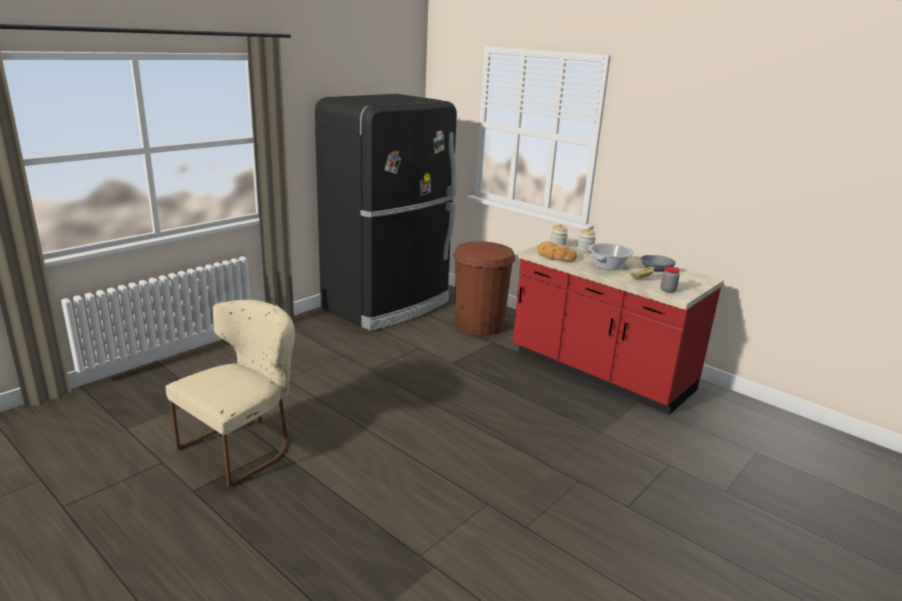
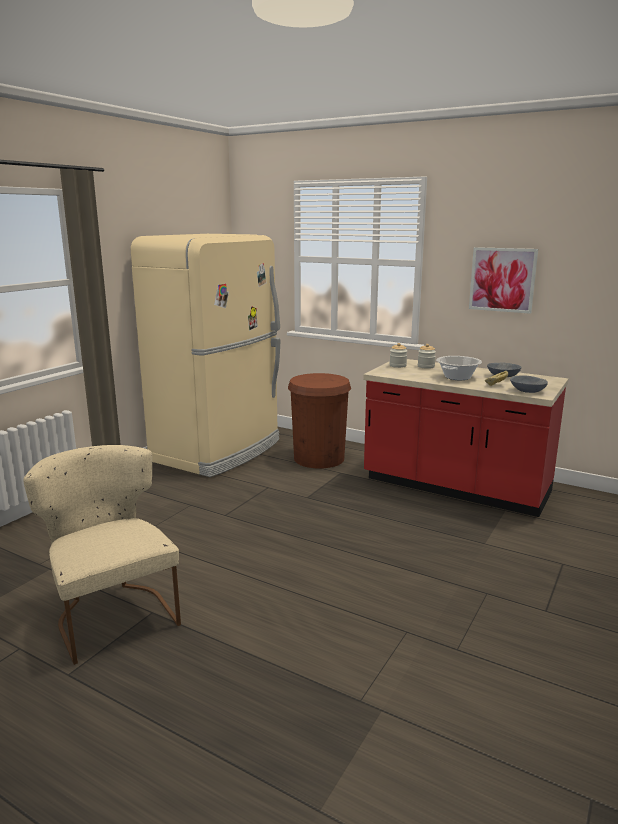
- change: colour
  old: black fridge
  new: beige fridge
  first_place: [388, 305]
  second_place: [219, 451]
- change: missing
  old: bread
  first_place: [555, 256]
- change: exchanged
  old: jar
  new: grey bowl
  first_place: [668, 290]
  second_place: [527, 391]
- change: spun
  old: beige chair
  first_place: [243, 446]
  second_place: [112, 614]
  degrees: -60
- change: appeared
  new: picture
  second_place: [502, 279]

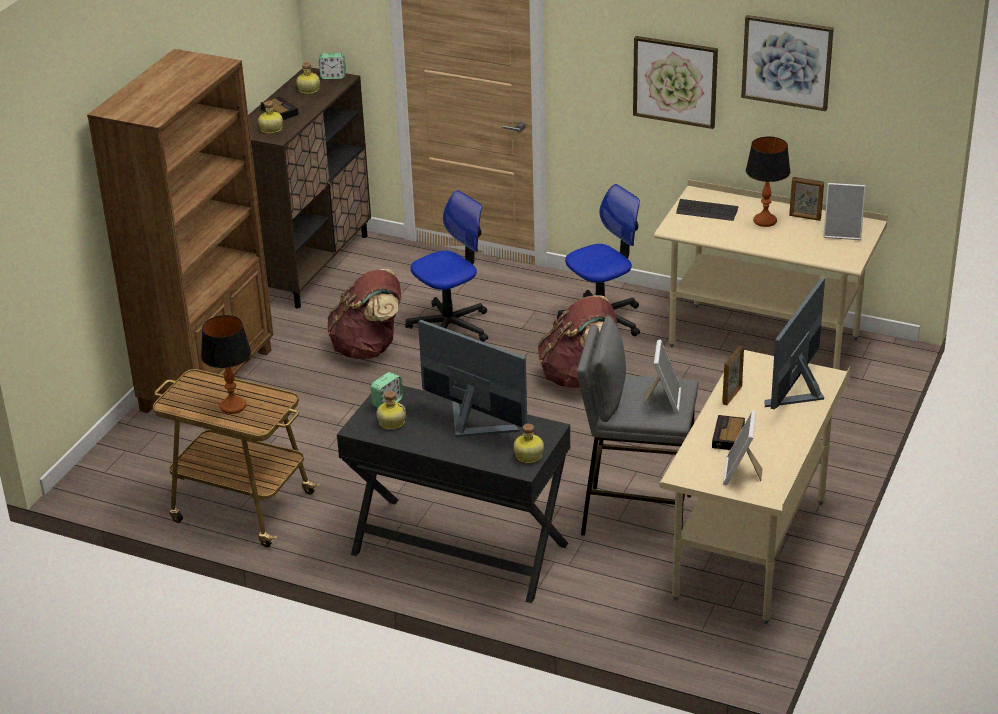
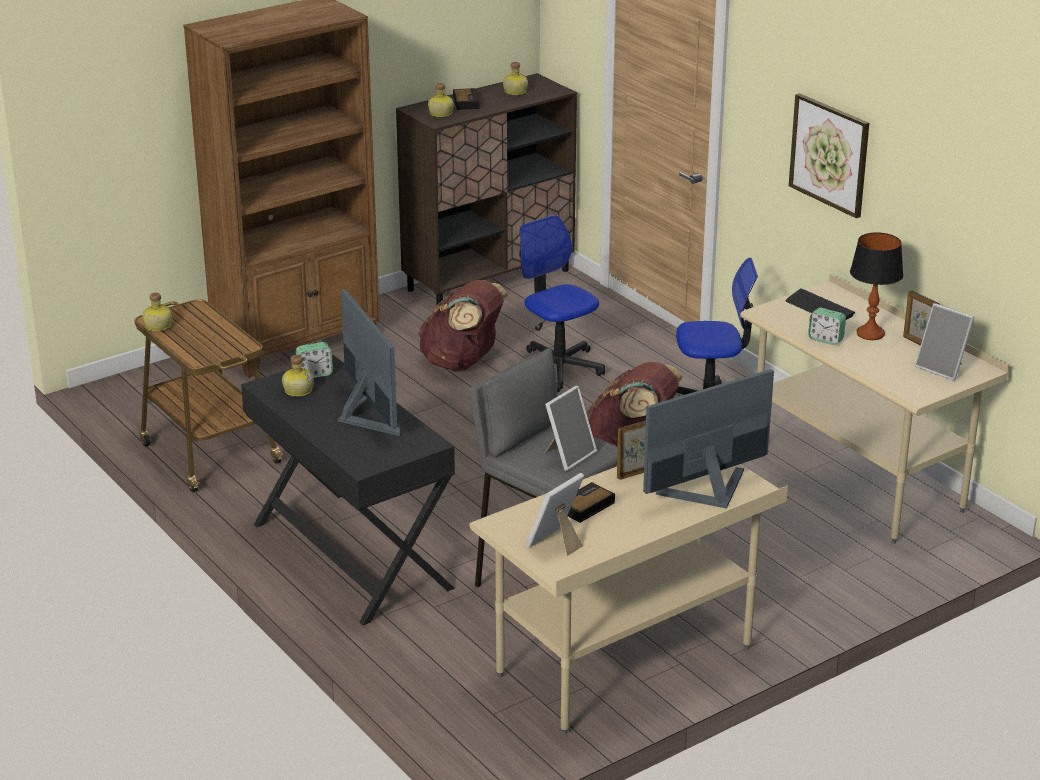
- change: missing
  old: picture
  first_place: [787, 62]
- change: relocated
  old: alarm clock
  first_place: [333, 76]
  second_place: [825, 339]
- change: spun
  old: office chair
  first_place: [450, 326]
  second_place: [557, 368]
  degrees: -120
- change: missing
  old: table lamp
  first_place: [232, 406]
- change: relocated
  old: bottle
  first_place: [528, 456]
  second_place: [157, 326]

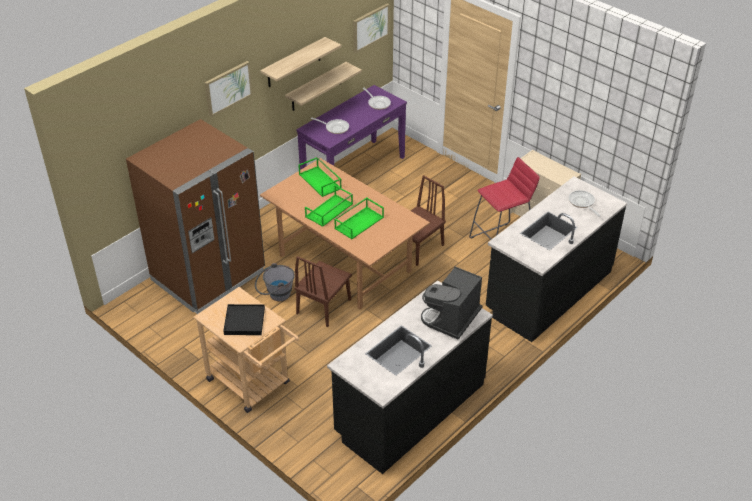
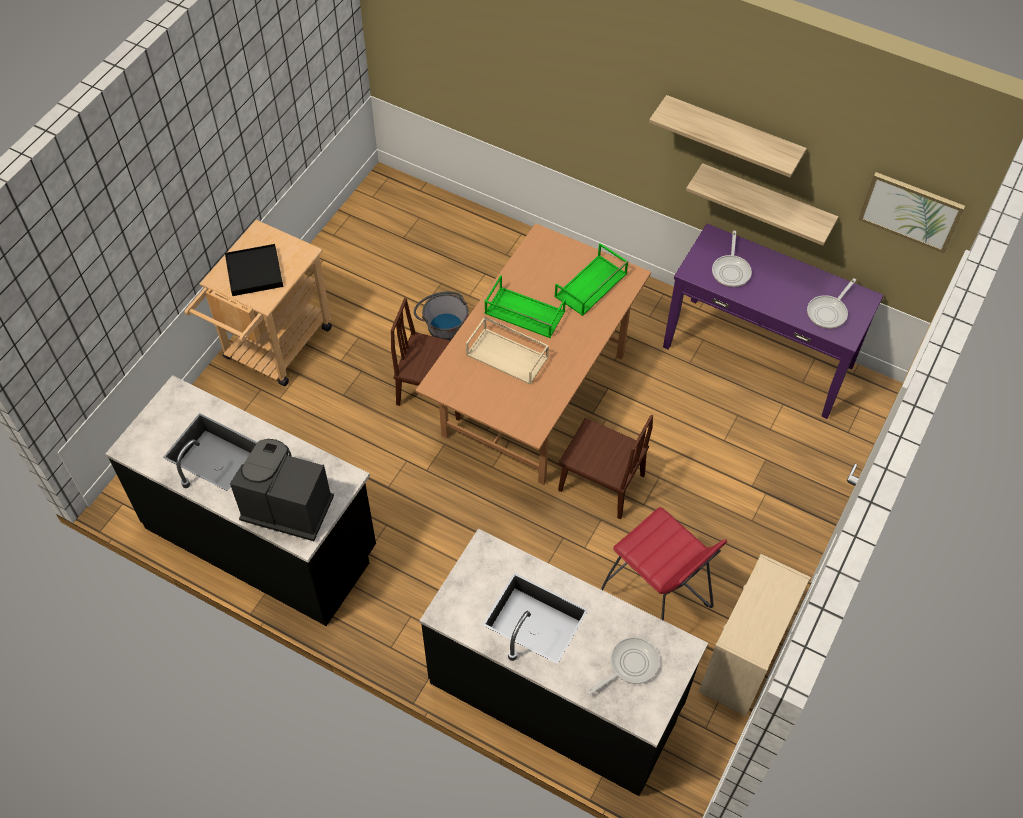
- change: missing
  old: picture
  first_place: [228, 88]
- change: missing
  old: brown fridge
  first_place: [208, 276]
- change: colour
  old: green tray
  new: beige tray
  first_place: [359, 222]
  second_place: [508, 356]

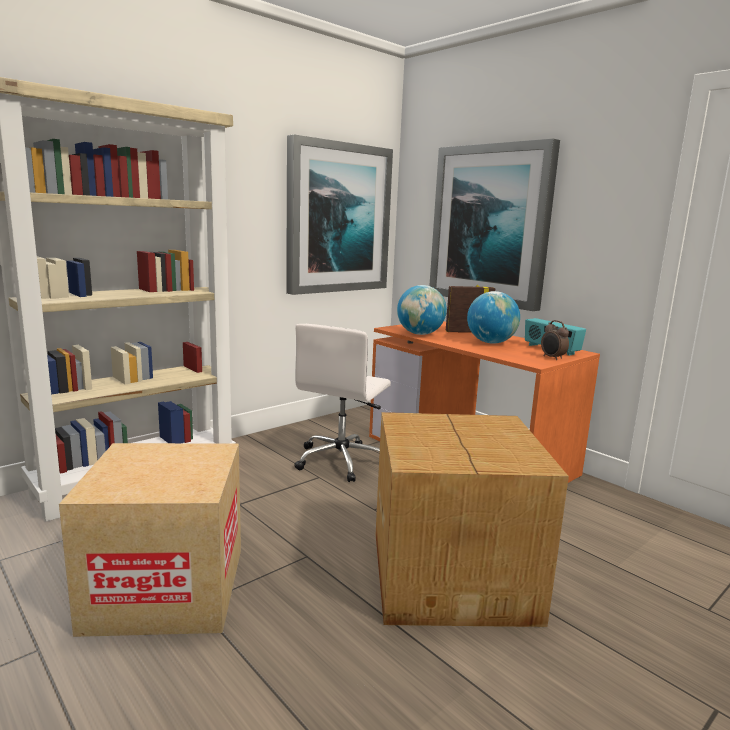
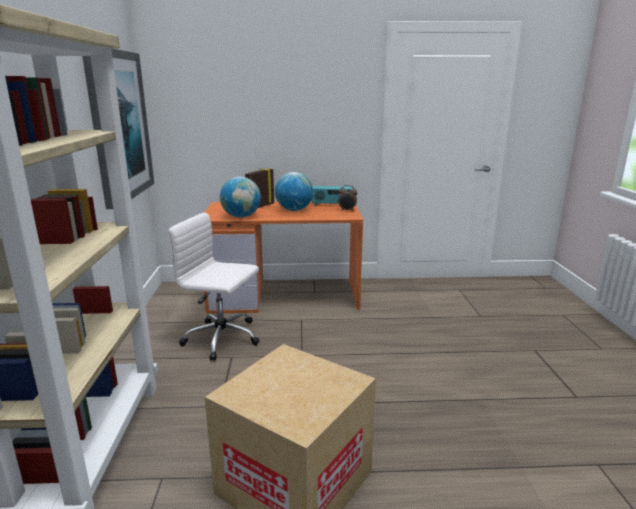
- change: missing
  old: picture
  first_place: [490, 225]
- change: spun
  old: white office chair
  first_place: [341, 461]
  second_place: [223, 338]
  degrees: 135
- change: missing
  old: cardboard box
  first_place: [453, 573]

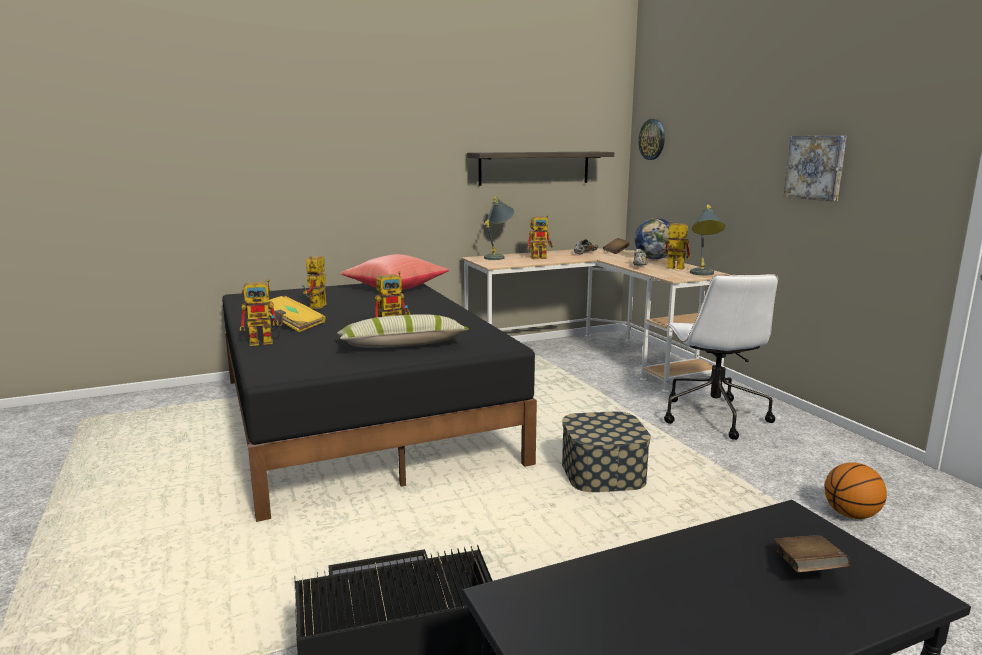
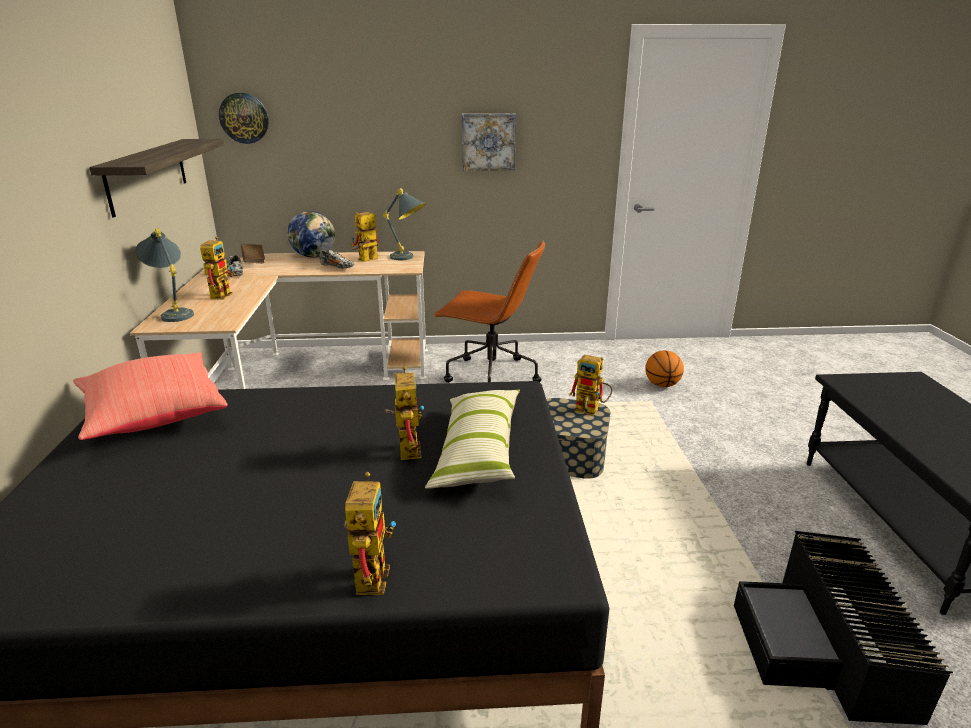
- change: relocated
  old: toy robot
  first_place: [318, 307]
  second_place: [592, 410]
- change: colour
  old: white office chair
  new: brown office chair
  first_place: [712, 416]
  second_place: [490, 376]
- change: missing
  old: yellow book
  first_place: [292, 325]
- change: missing
  old: brown book
  first_place: [807, 569]

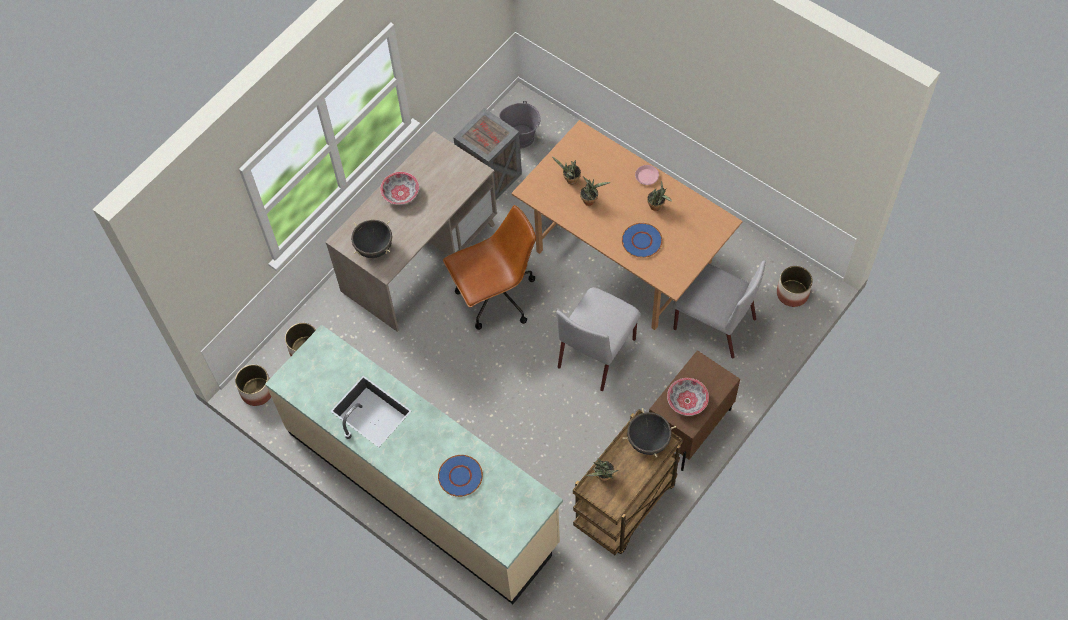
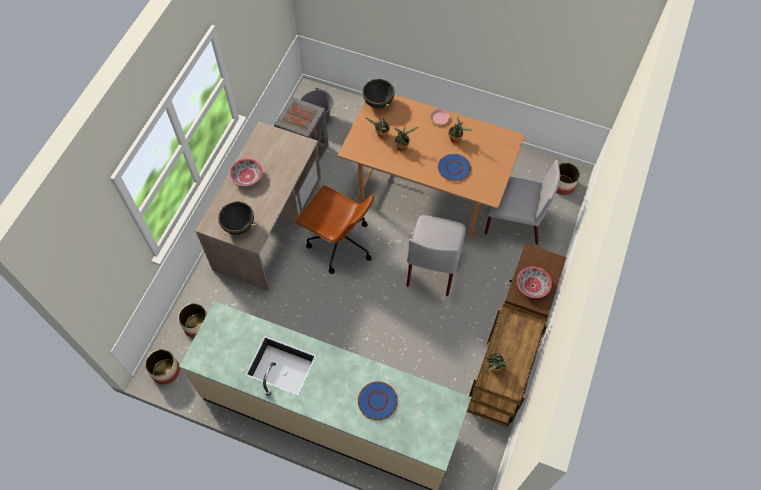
- change: spun
  old: brown office chair
  first_place: [495, 297]
  second_place: [339, 244]
  degrees: 75
- change: relocated
  old: black cooking pot
  first_place: [648, 441]
  second_place: [378, 102]

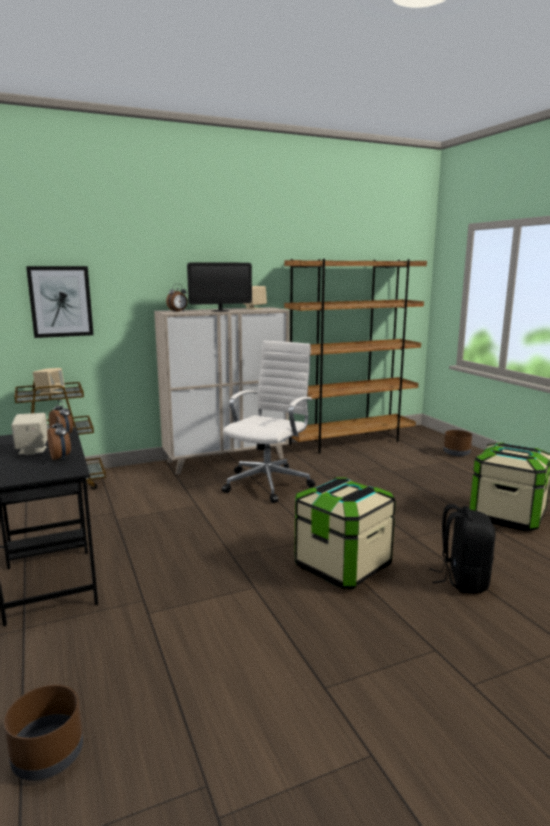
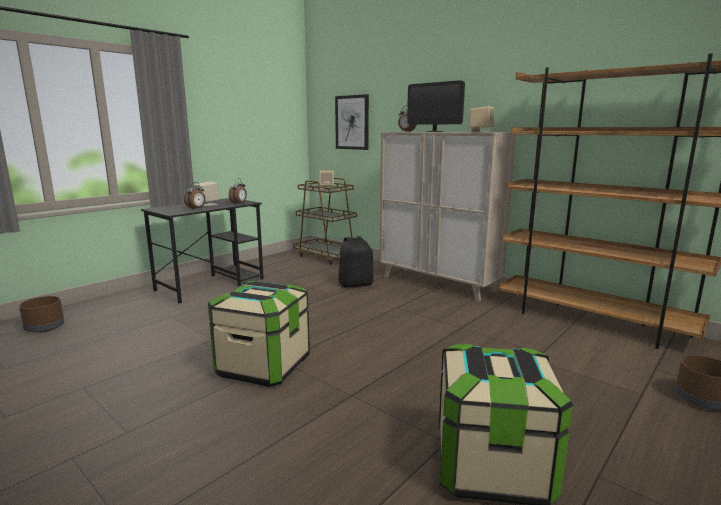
- change: missing
  old: white office chair
  first_place: [269, 483]
- change: relocated
  old: black backpack
  first_place: [462, 580]
  second_place: [356, 284]

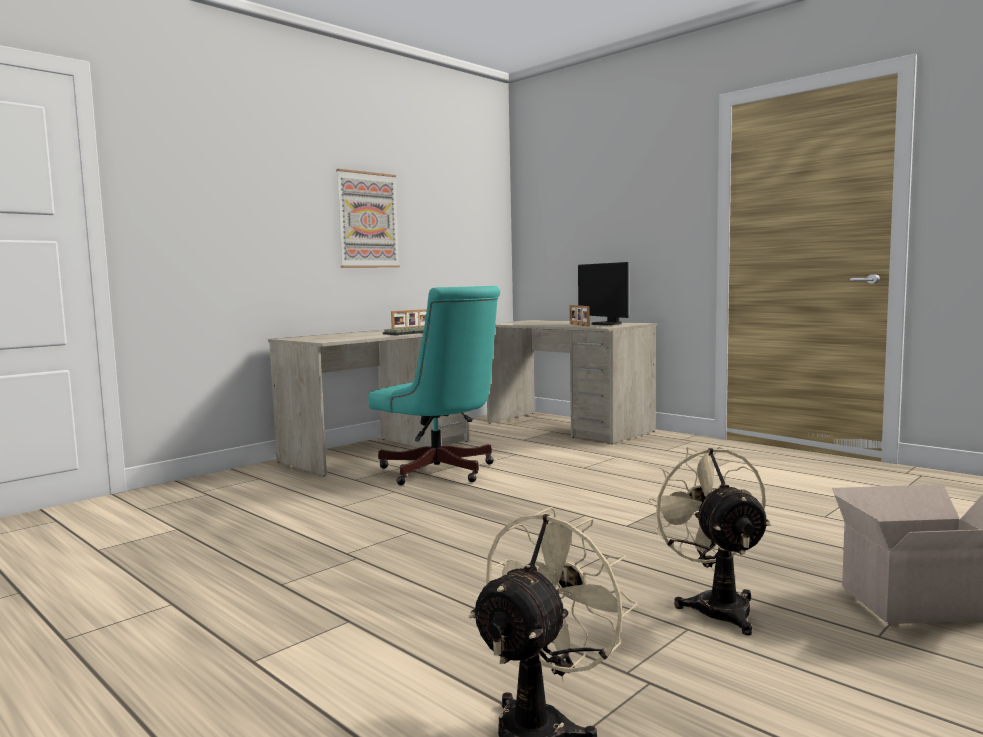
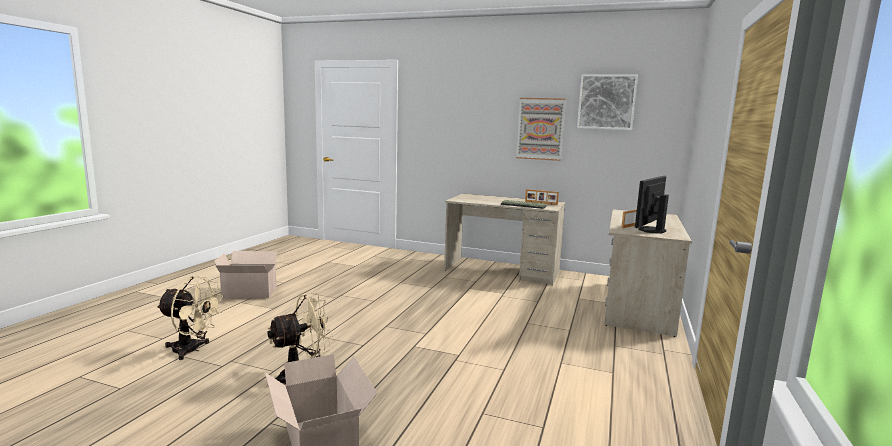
- change: missing
  old: turquoise office chair
  first_place: [441, 472]
- change: appeared
  new: picture
  second_place: [606, 102]
- change: appeared
  new: cardboard box
  second_place: [251, 293]

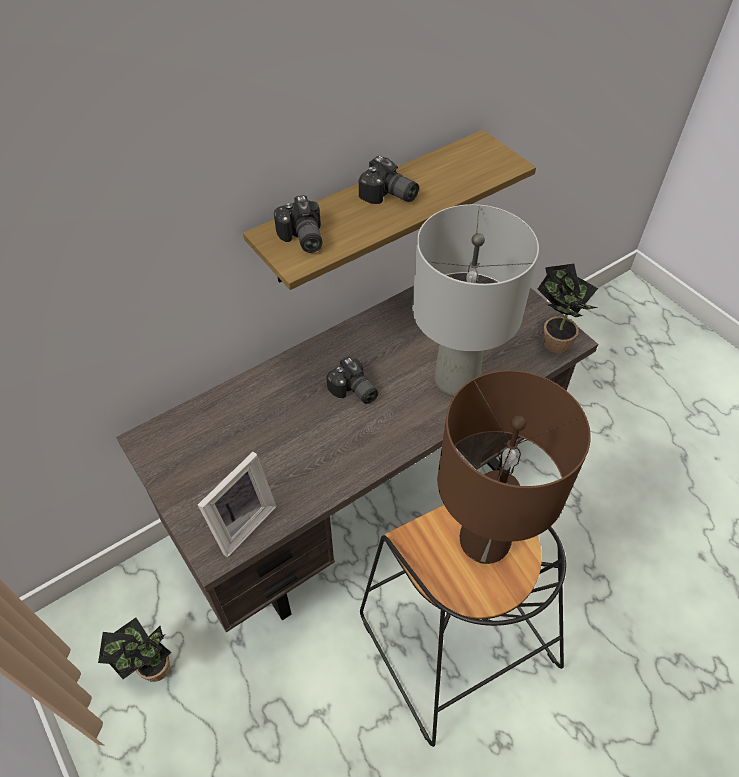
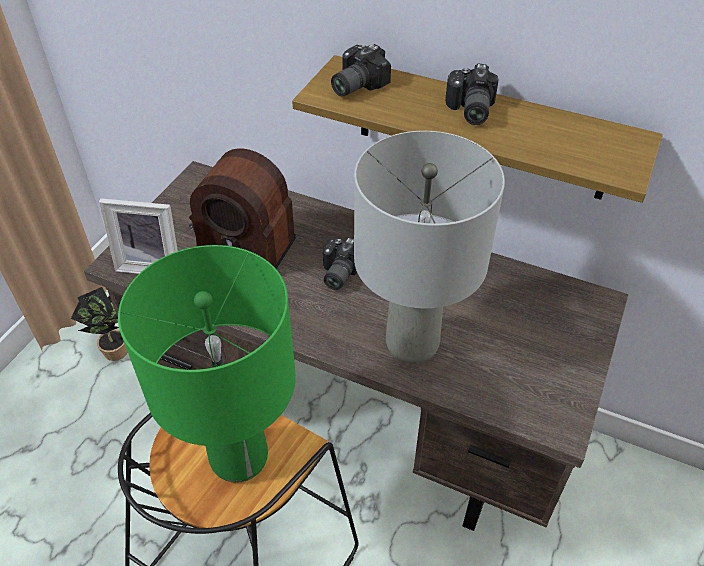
- change: missing
  old: potted plant
  first_place: [553, 340]
- change: colour
  old: brown table lamp
  new: green table lamp
  first_place: [483, 542]
  second_place: [238, 457]
- change: appeared
  new: radio
  second_place: [243, 231]

